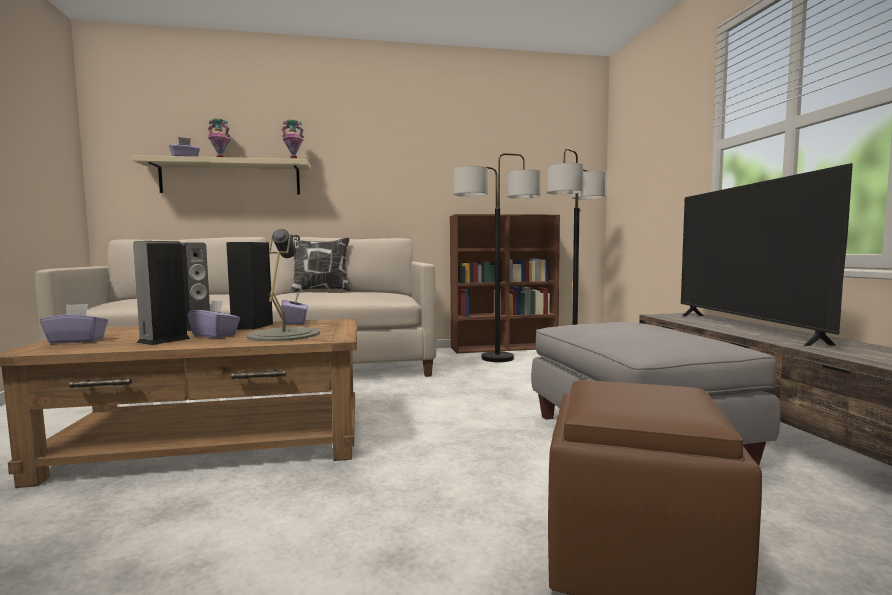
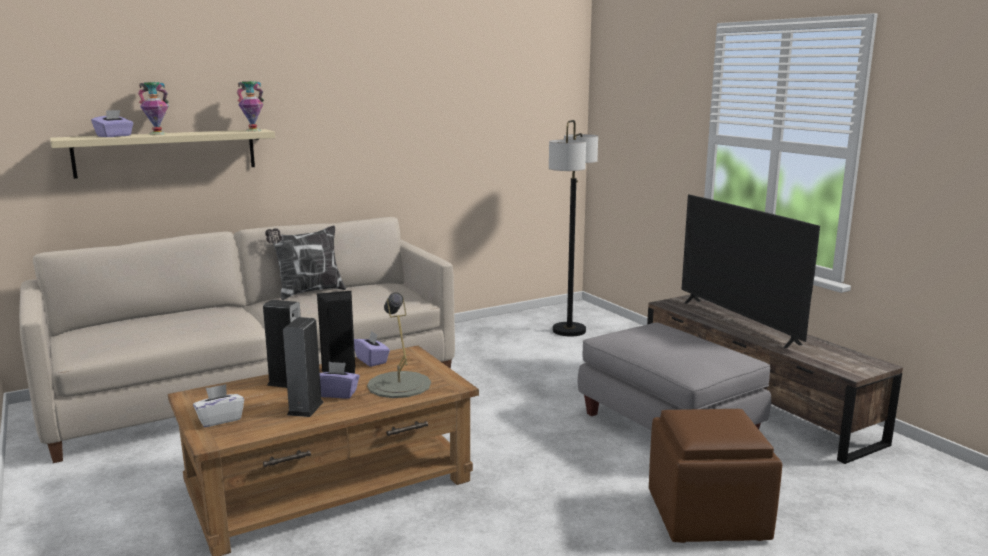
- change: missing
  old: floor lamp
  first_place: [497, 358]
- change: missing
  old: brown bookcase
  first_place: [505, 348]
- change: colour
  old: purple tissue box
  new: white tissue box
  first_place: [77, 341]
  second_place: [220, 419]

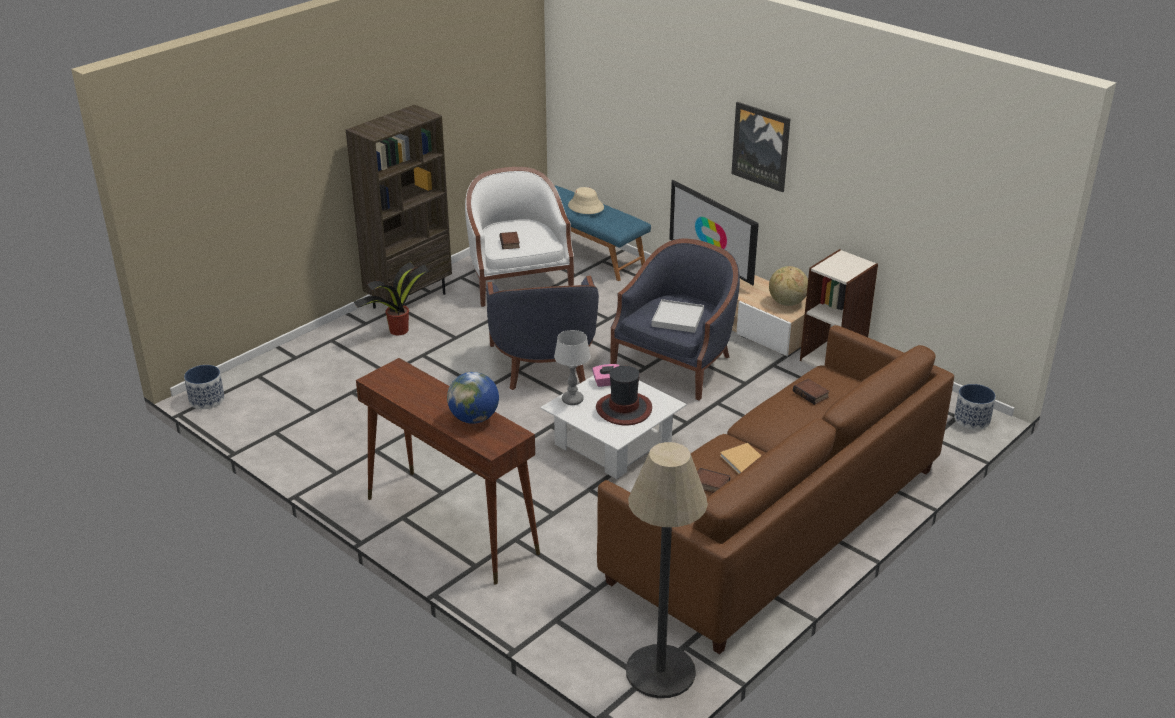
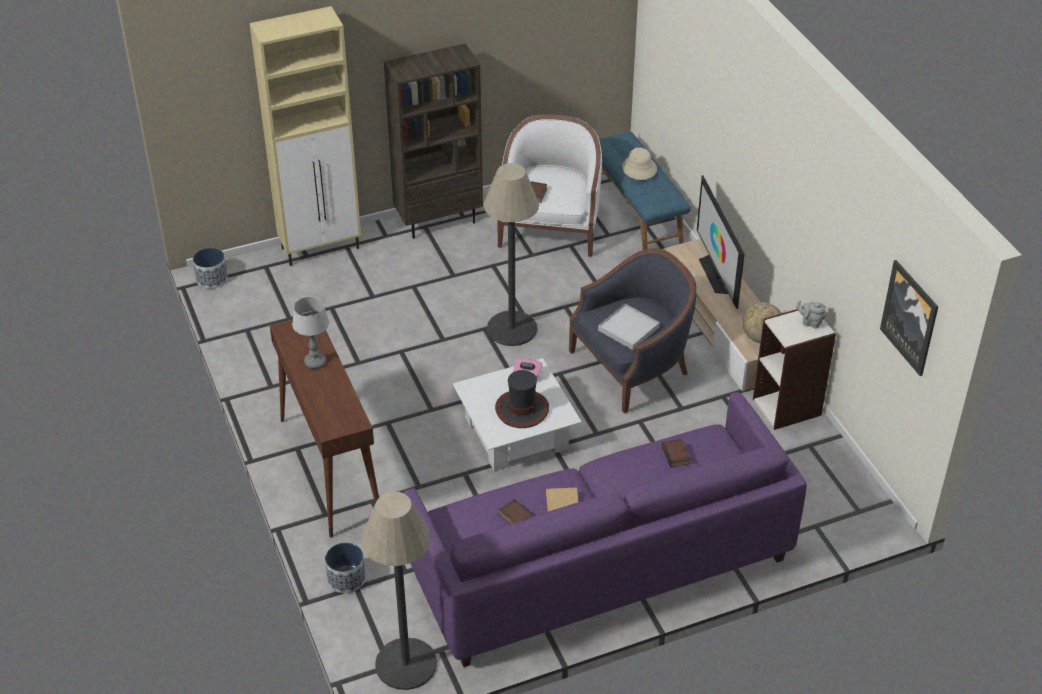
- change: relocated
  old: picture
  first_place: [761, 146]
  second_place: [910, 317]
- change: missing
  old: potted plant
  first_place: [397, 330]
- change: exchanged
  old: blue armchair
  new: floor lamp
  first_place: [543, 364]
  second_place: [511, 329]
- change: colour
  old: brown sofa
  new: purple sofa
  first_place: [776, 524]
  second_place: [601, 564]
- change: relocated
  old: table lamp
  first_place: [572, 400]
  second_place: [315, 362]
- change: missing
  old: globe
  first_place: [474, 418]
- change: relocated
  old: planter
  first_place: [971, 420]
  second_place: [346, 579]
- change: appeared
  new: beige cabinet
  second_place: [321, 248]
- change: appeared
  new: grey teapot
  second_place: [810, 322]

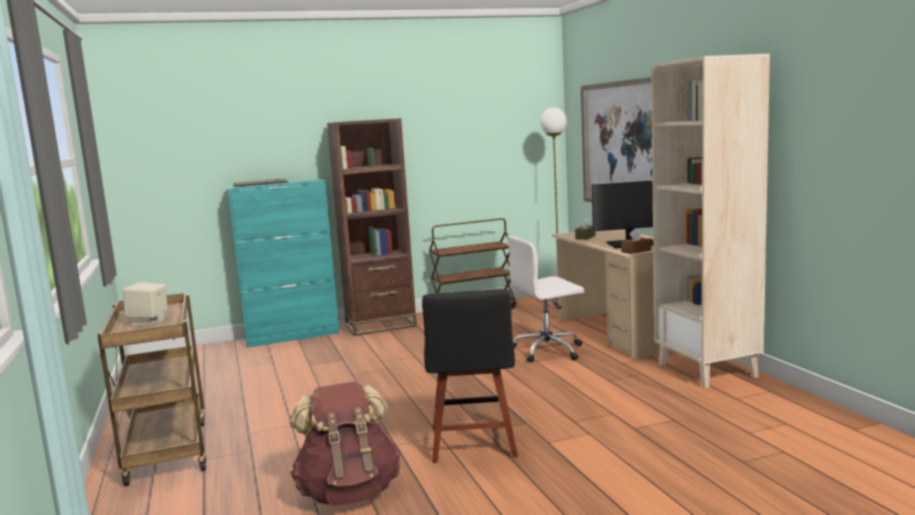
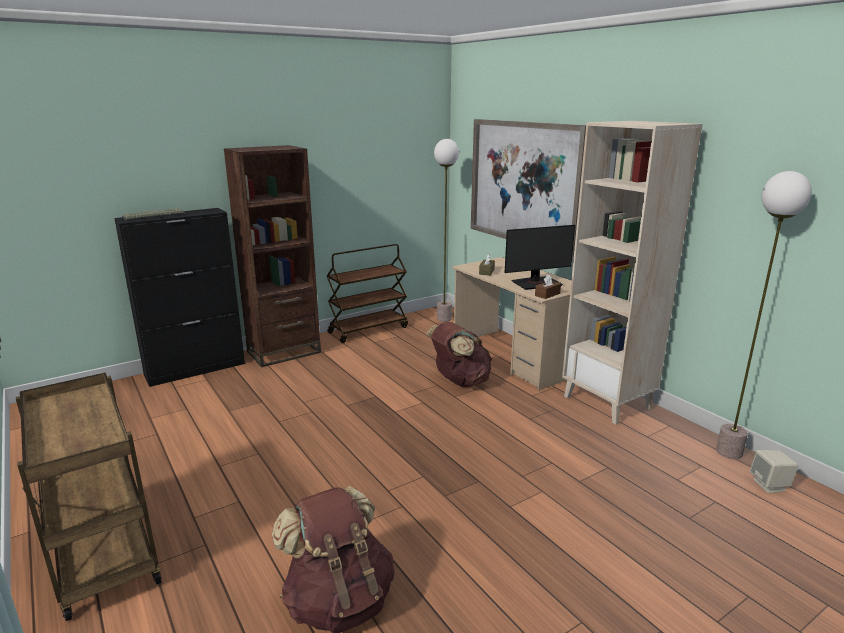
- change: colour
  old: turquoise cabinet
  new: black cabinet
  first_place: [293, 336]
  second_place: [196, 369]
- change: exchanged
  old: white office chair
  new: brown backpack
  first_place: [548, 350]
  second_place: [459, 381]
- change: relocated
  old: beige speaker
  first_place: [148, 321]
  second_place: [769, 485]
- change: missing
  old: black chair
  first_place: [473, 444]
- change: appeared
  new: floor lamp
  second_place: [729, 452]

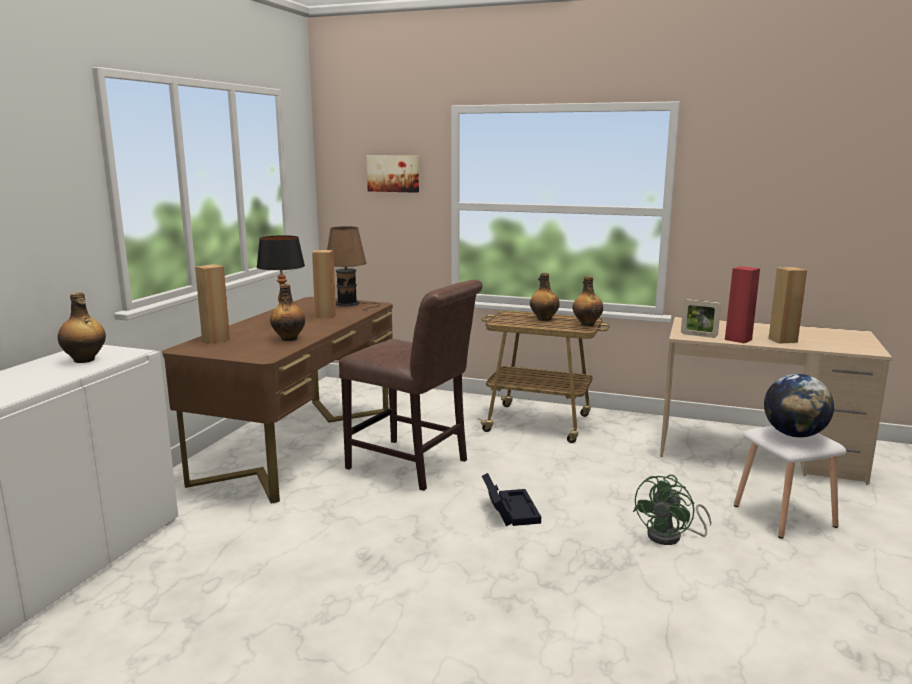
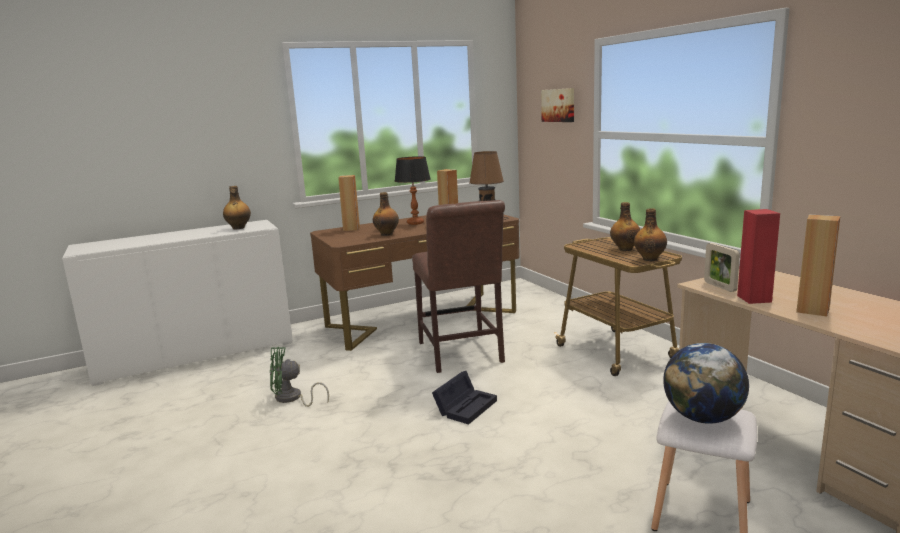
- change: relocated
  old: green fan
  first_place: [671, 537]
  second_place: [292, 399]

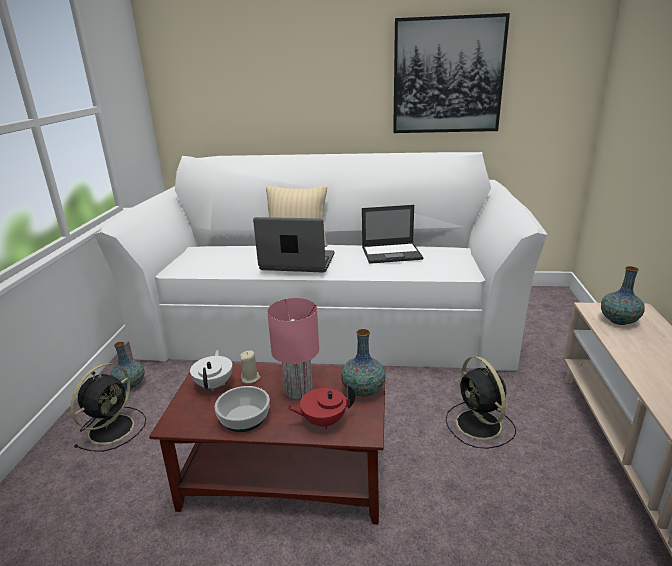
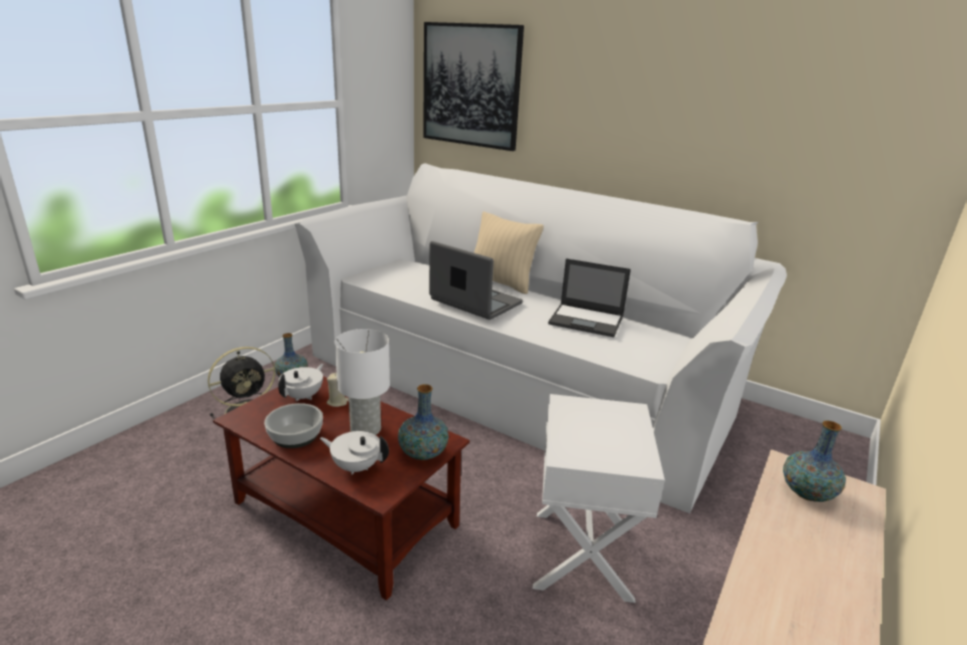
- change: relocated
  old: picture
  first_place: [447, 76]
  second_place: [471, 86]
- change: colour
  old: pink table lamp
  new: white table lamp
  first_place: [298, 391]
  second_place: [365, 430]
- change: exchanged
  old: black fan
  new: white side table
  first_place: [480, 425]
  second_place: [584, 554]
- change: colour
  old: red teapot
  new: white teapot
  first_place: [323, 421]
  second_place: [356, 466]

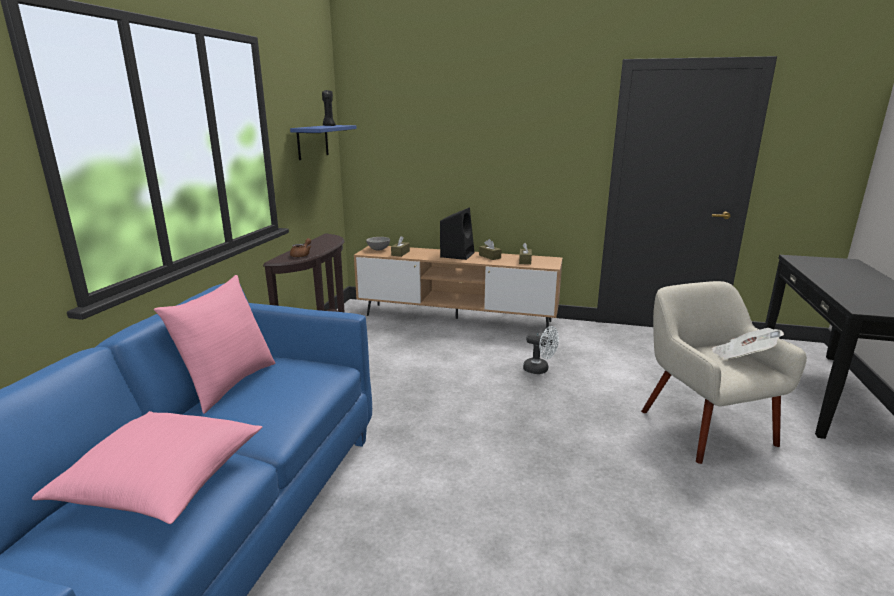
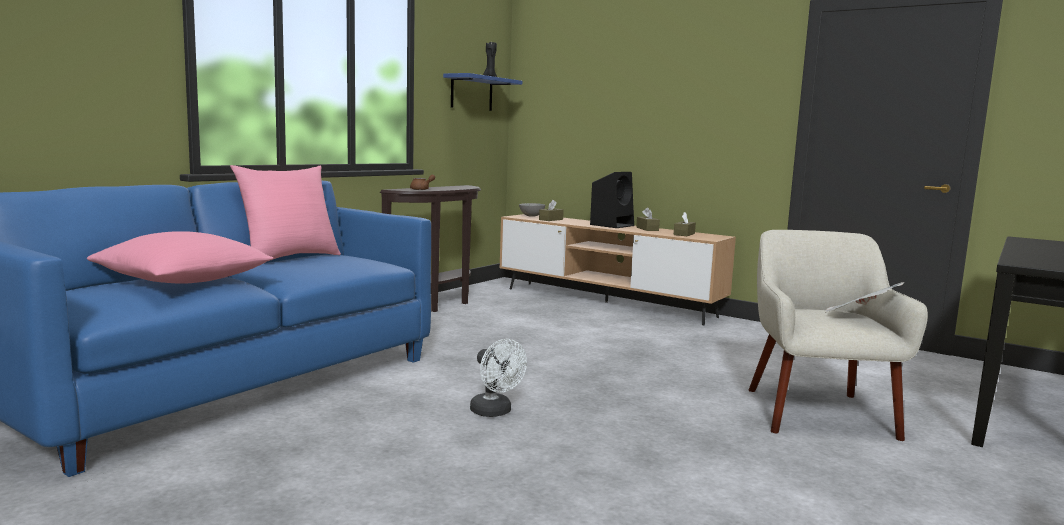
- change: relocated
  old: white fan
  first_place: [540, 370]
  second_place: [495, 412]

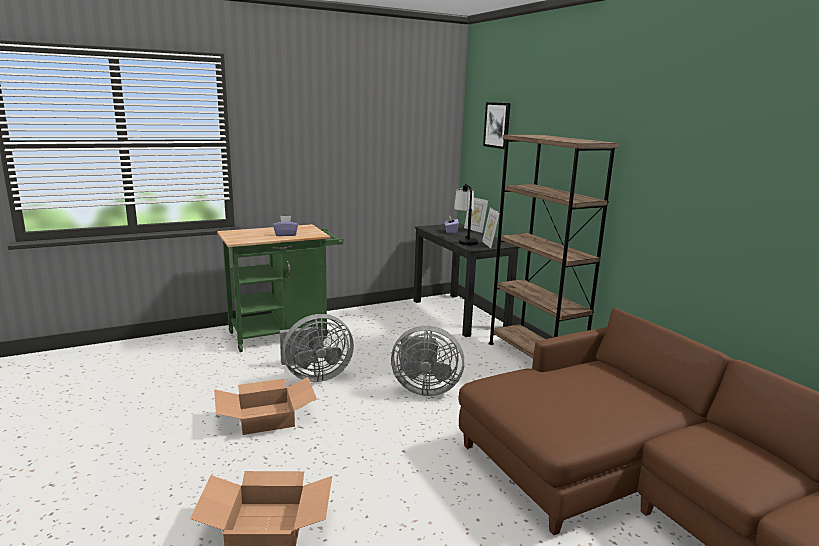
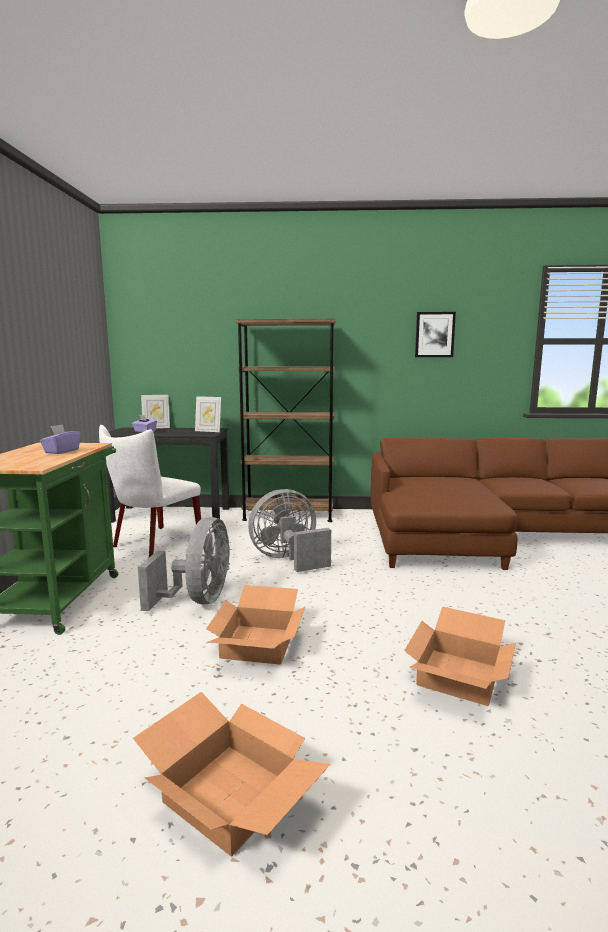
- change: relocated
  old: picture
  first_place: [497, 125]
  second_place: [434, 334]
- change: missing
  old: table lamp
  first_place: [464, 240]
- change: spun
  old: grey fan
  first_place: [424, 389]
  second_place: [288, 559]
  degrees: -150
- change: appeared
  new: white chair
  second_place: [153, 543]
- change: appeared
  new: cardboard box
  second_place: [227, 795]

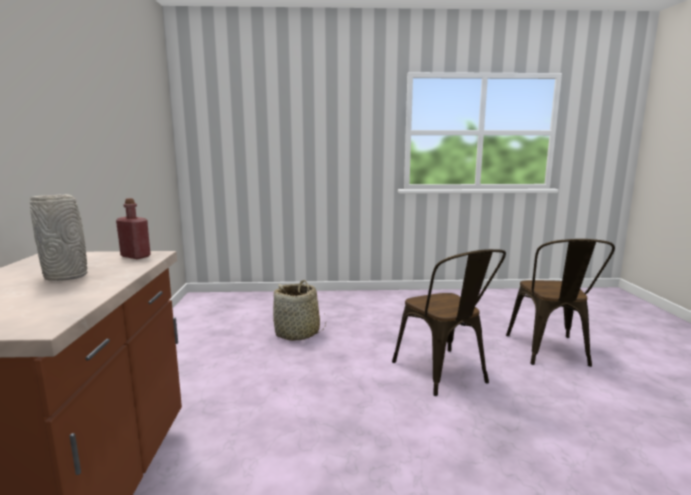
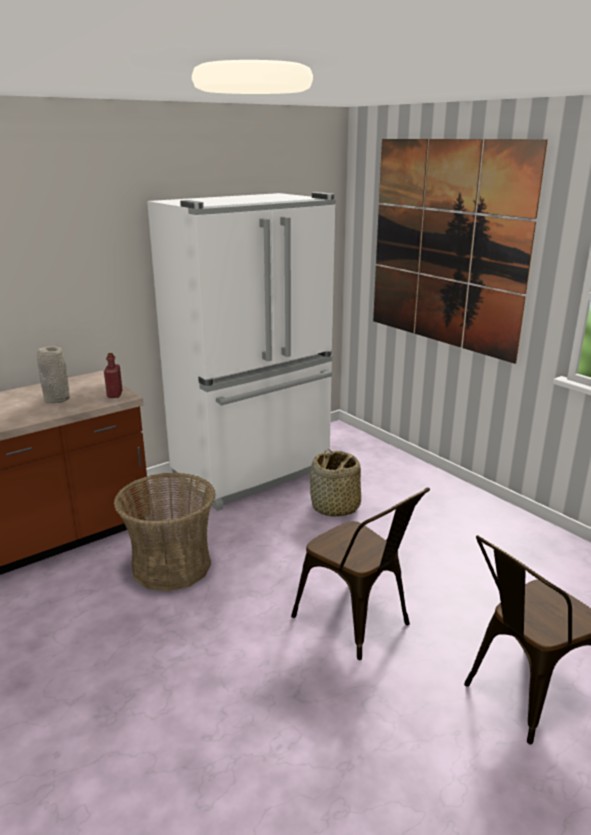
- change: spun
  old: brown chair
  first_place: [445, 375]
  second_place: [359, 623]
  degrees: -75
- change: appeared
  new: picture
  second_place: [446, 245]
- change: appeared
  new: white fridge
  second_place: [254, 473]
- change: appeared
  new: basket
  second_place: [171, 566]

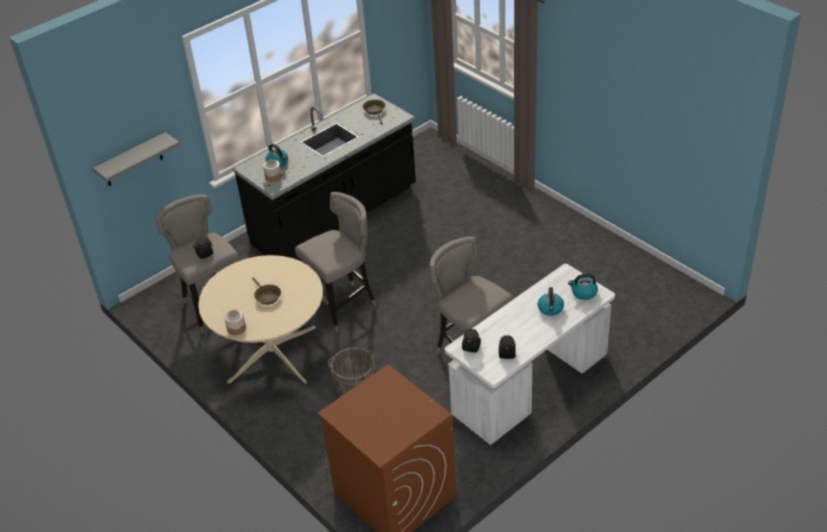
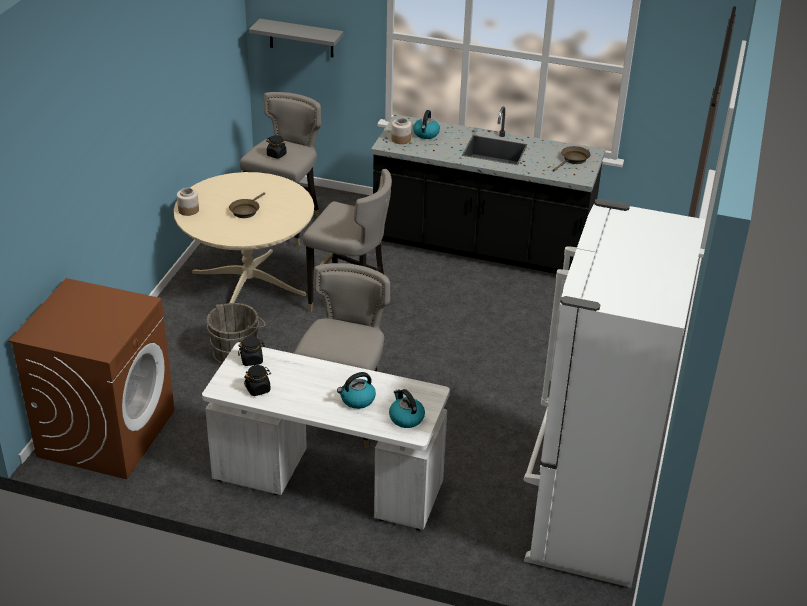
- change: appeared
  new: white fridge
  second_place: [587, 515]

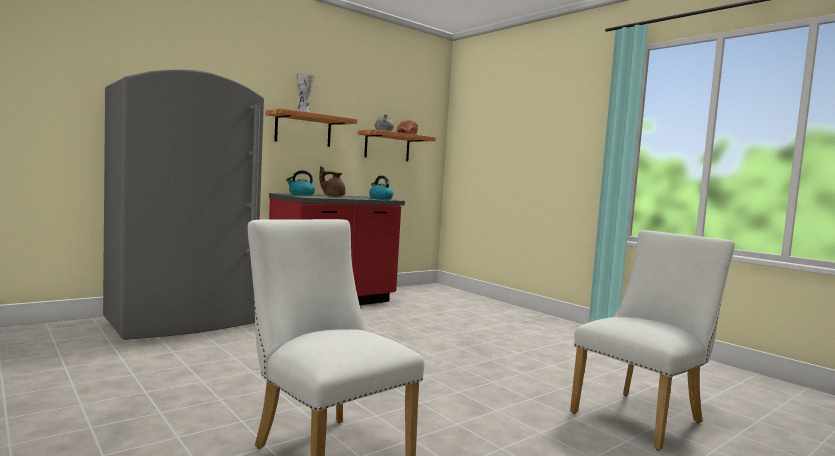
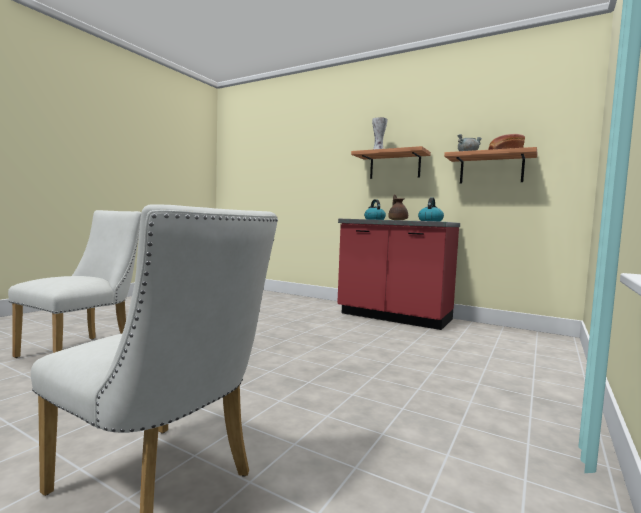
- change: missing
  old: grey fridge
  first_place: [181, 322]

